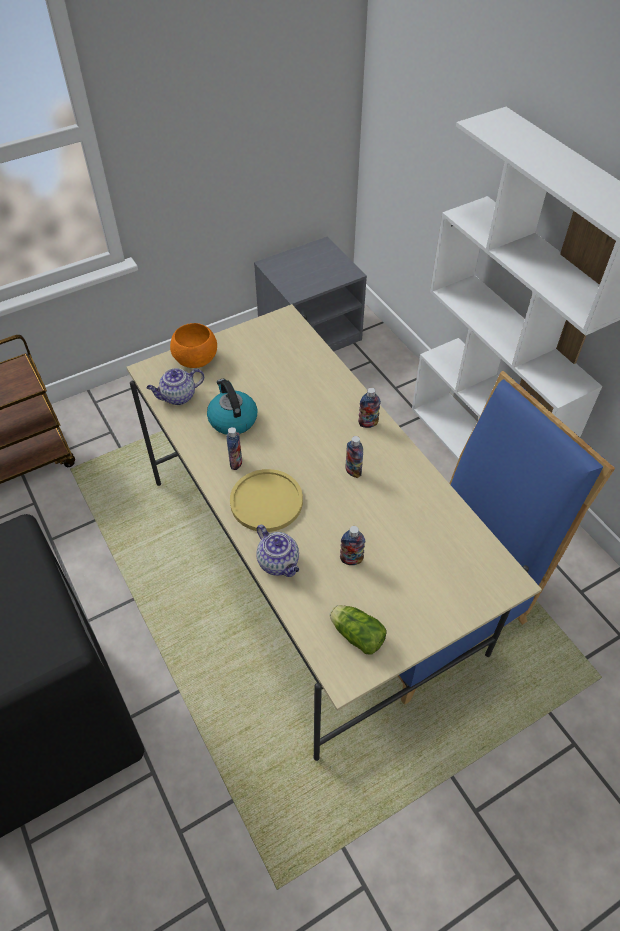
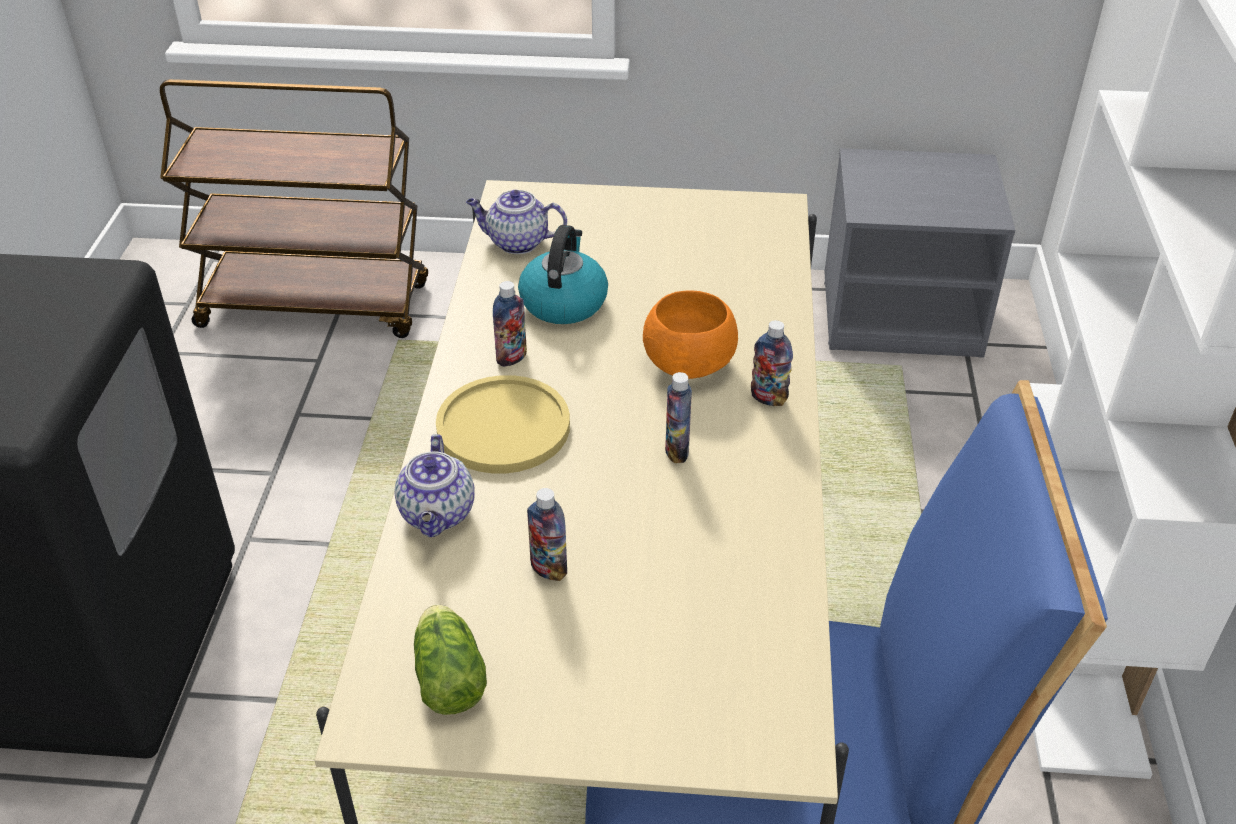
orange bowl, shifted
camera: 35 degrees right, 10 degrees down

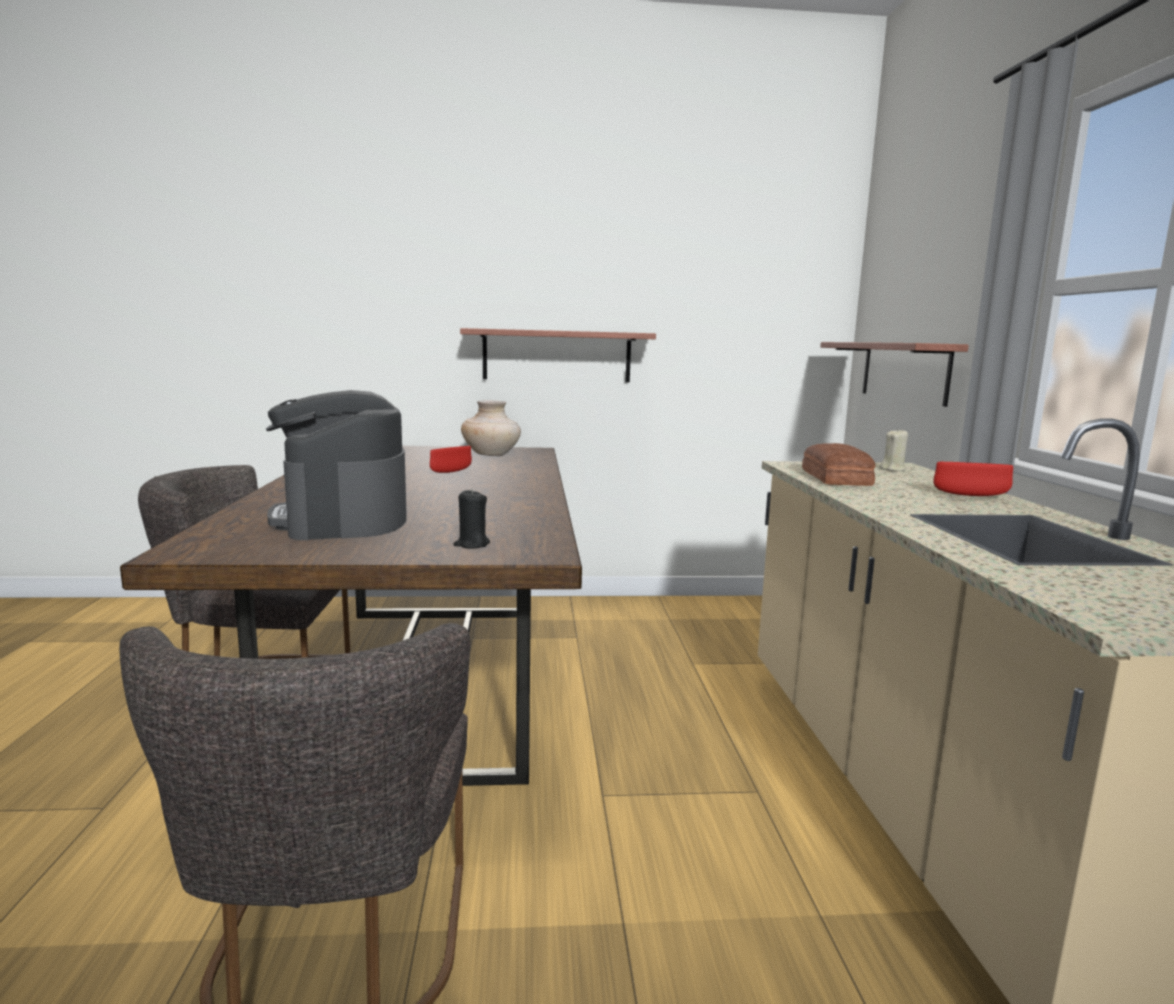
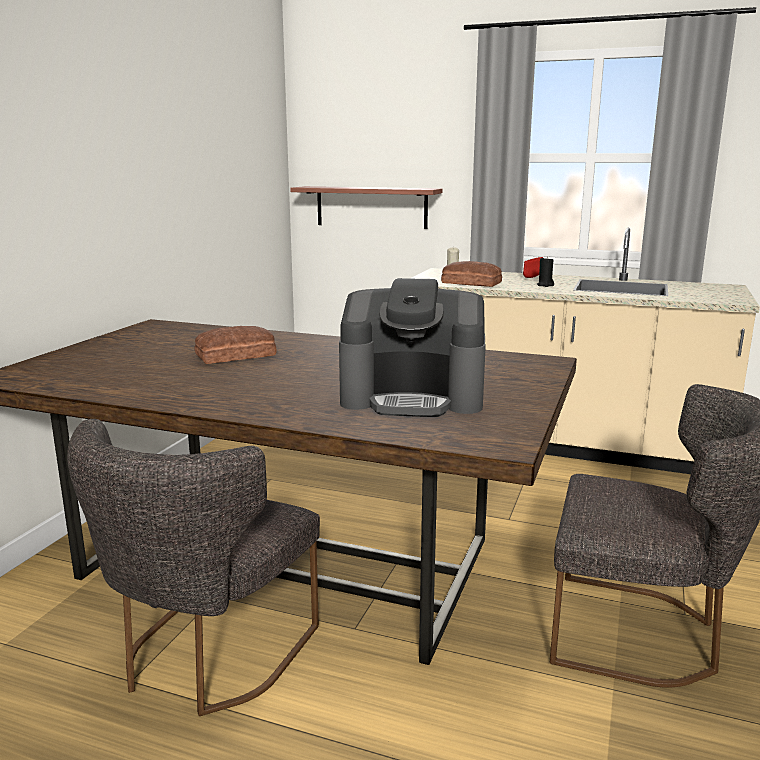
shelf (no. 1 from left) → -
beige vase → -
black candle, shifted
red bowl (no. 1 from left) → bread (no. 1 from left)
camera: 65 degrees left, 5 degrees up

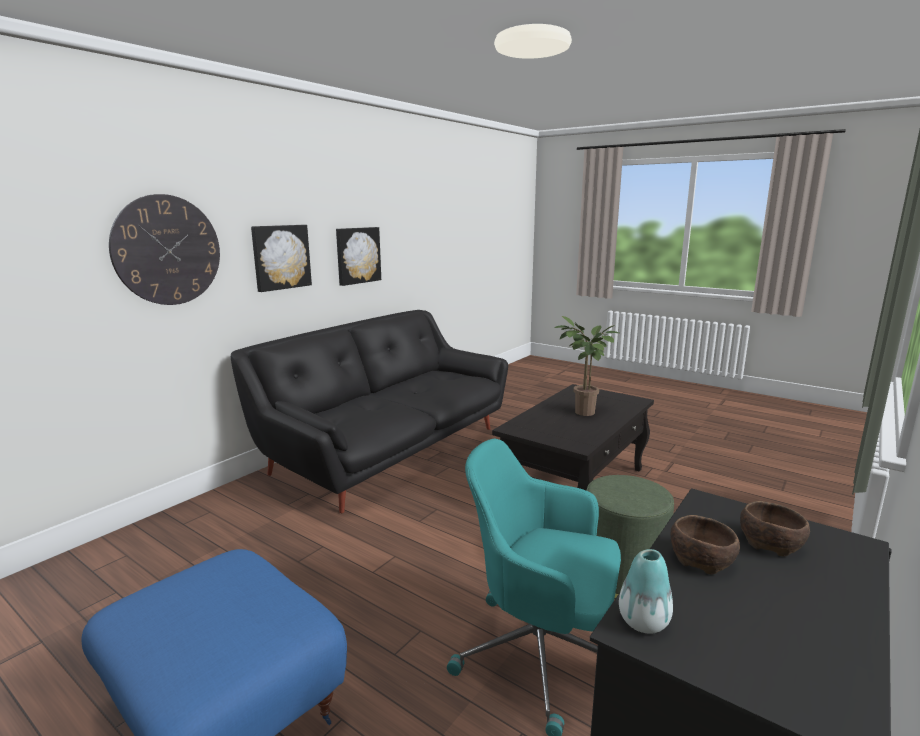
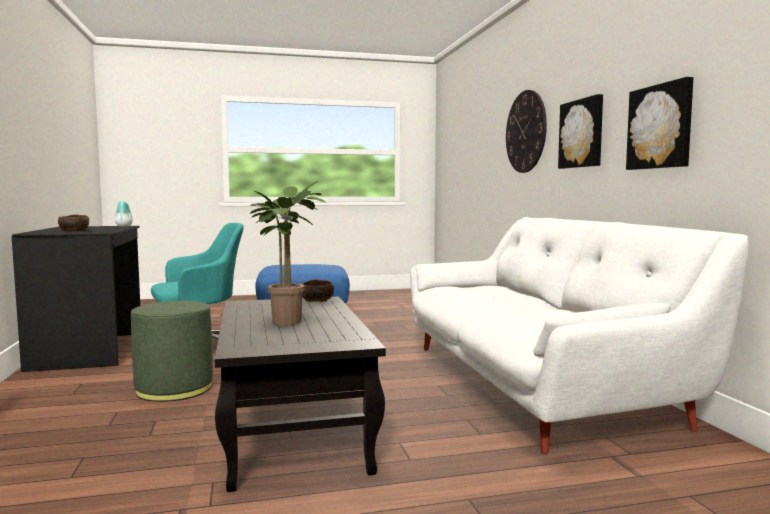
brown bowl (no. 1 from left in the first image) → brown bowl (no. 2 from left), shifted
black sofa → white sofa
camera: 130 degrees right, 10 degrees down

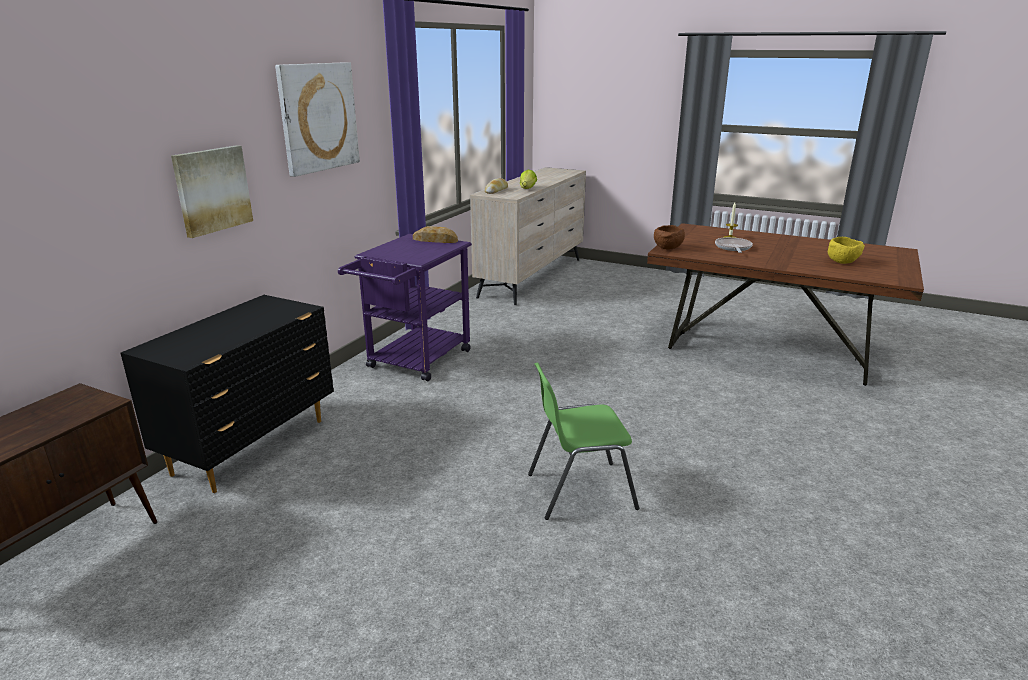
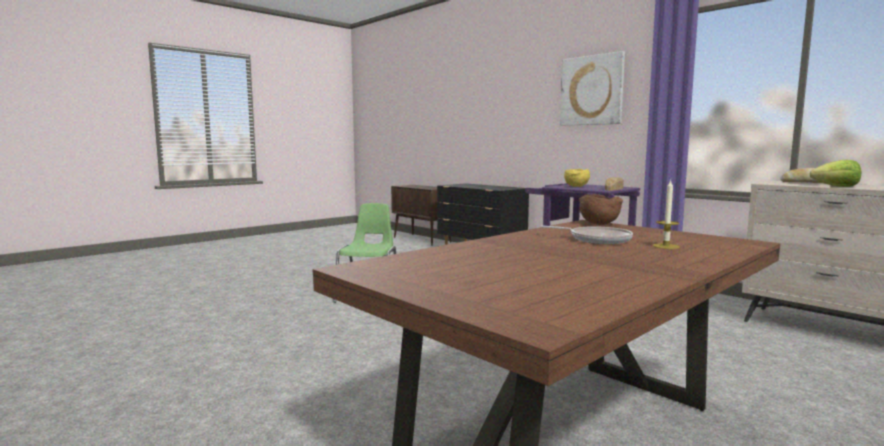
picture (no. 1 from left) → -
yellow bowl, shifted
camera: 110 degrees right, 15 degrees down

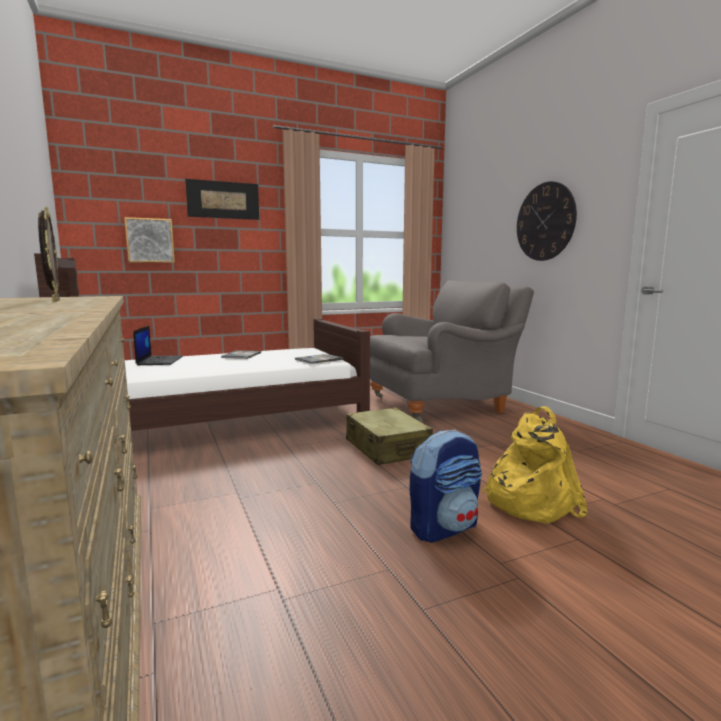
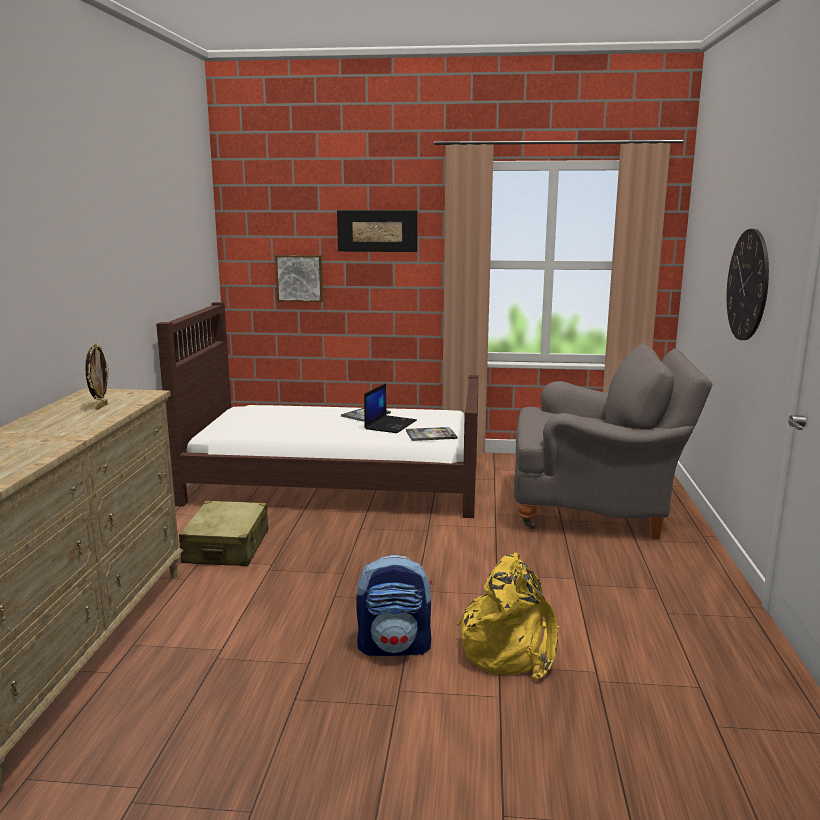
laptop, shifted
beige suitcase, shifted
camera: 30 degrees right, 5 degrees up

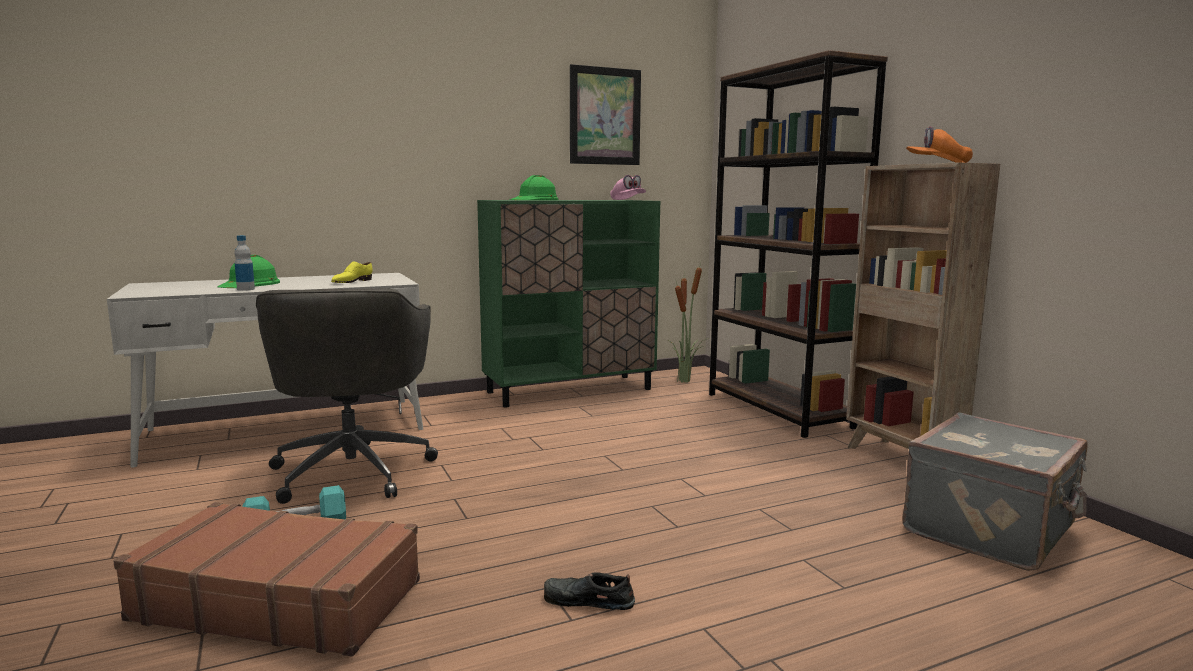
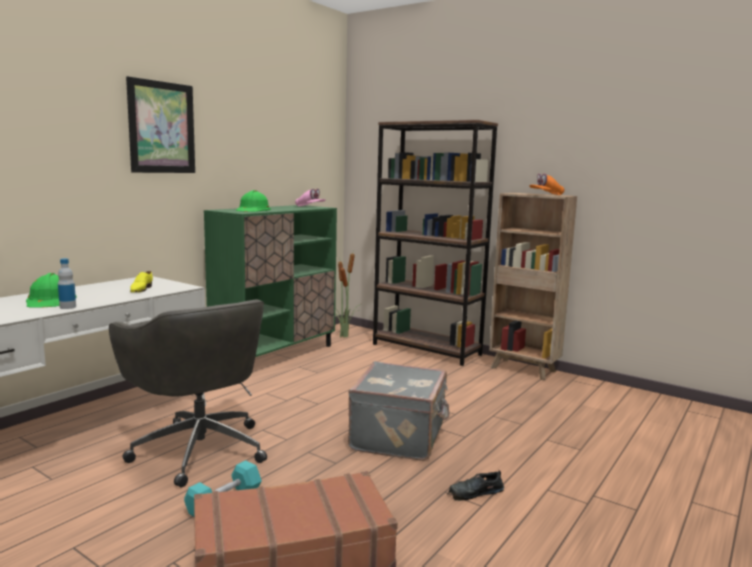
picture, shifted
grey suitcase, shifted
camera: 30 degrees left, 0 degrees up

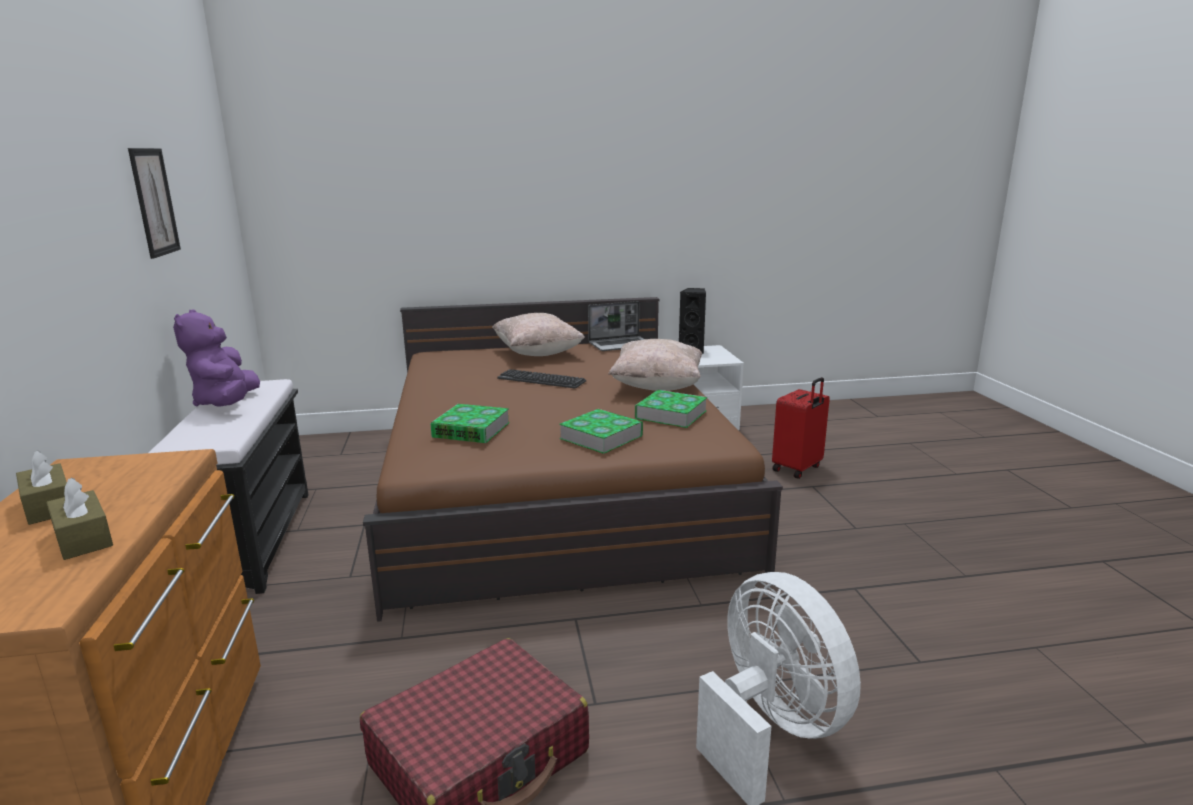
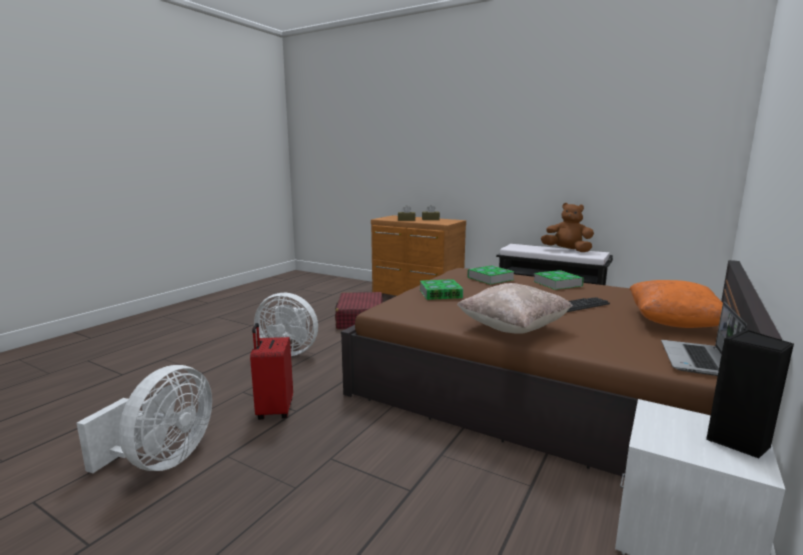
picture → -
- → white fan (no. 1 from left)
book (no. 3 from left), shifted
red suitcase (no. 2 from left in the first image) → red suitcase (no. 1 from left), shifted
purple plush toy → brown plush toy
beige pillow (no. 1 from left) → orange pillow
camera: 130 degrees right, 5 degrees down

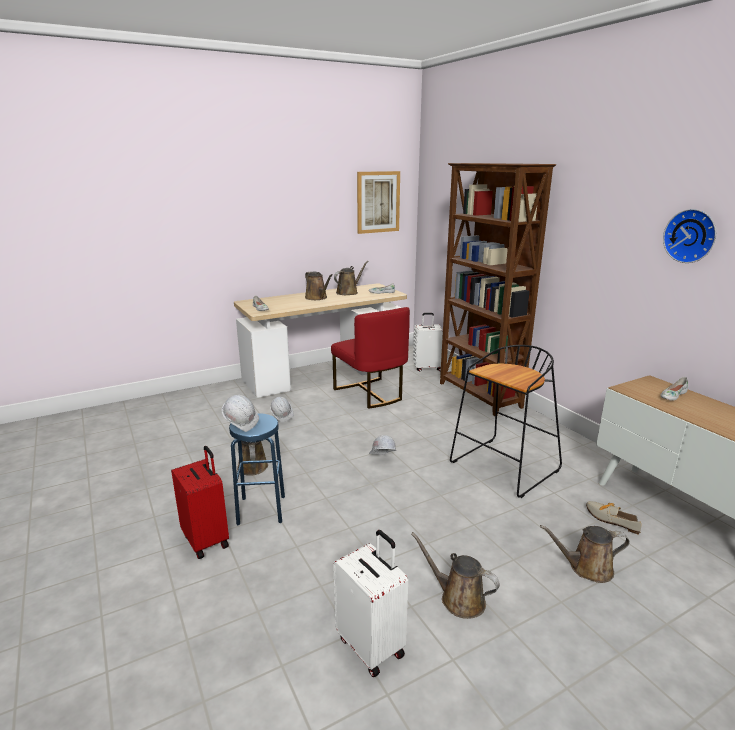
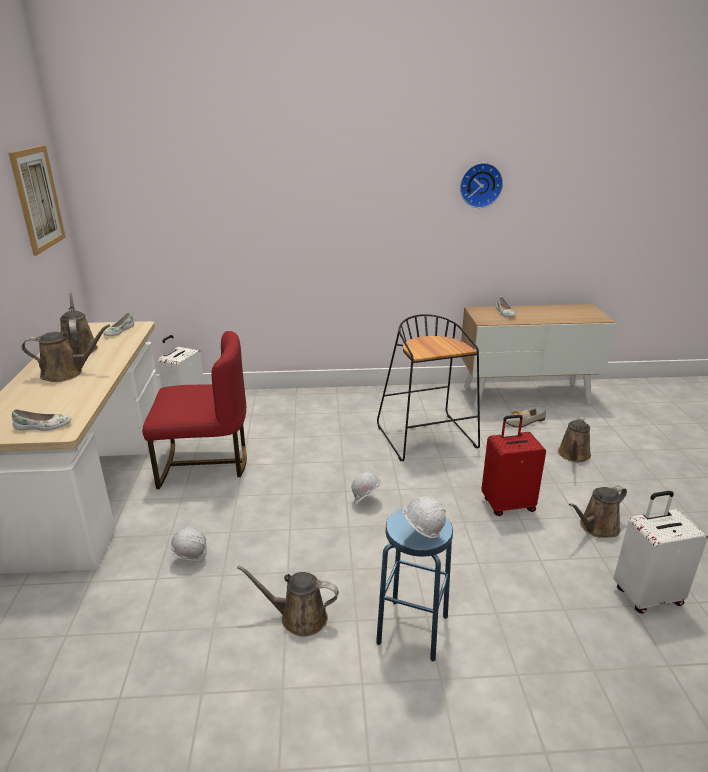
brown bookcase → -
red suitcase, shifted
camera: 65 degrees left, 5 degrees up

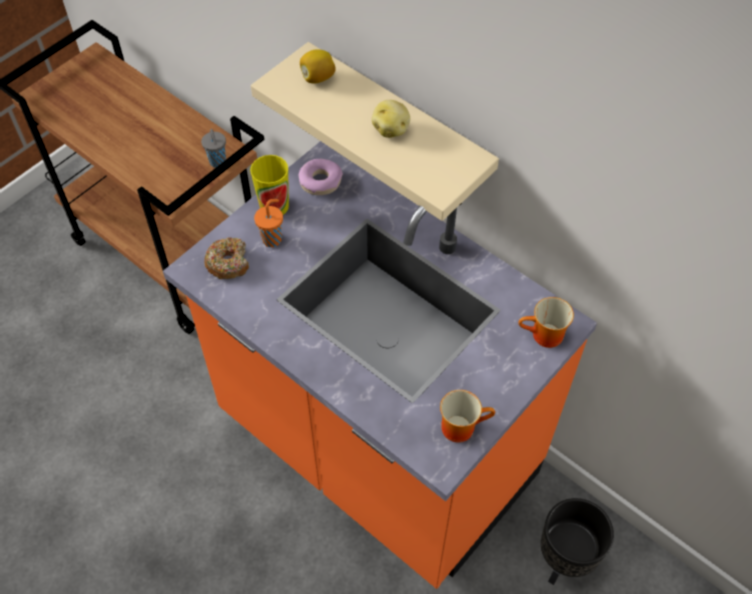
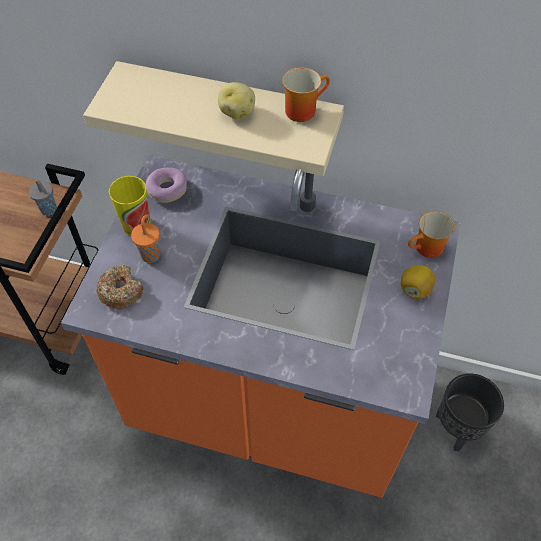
lemon, shifted
mug (no. 1 from left), shifted
camera: 25 degrees left, 0 degrees up

